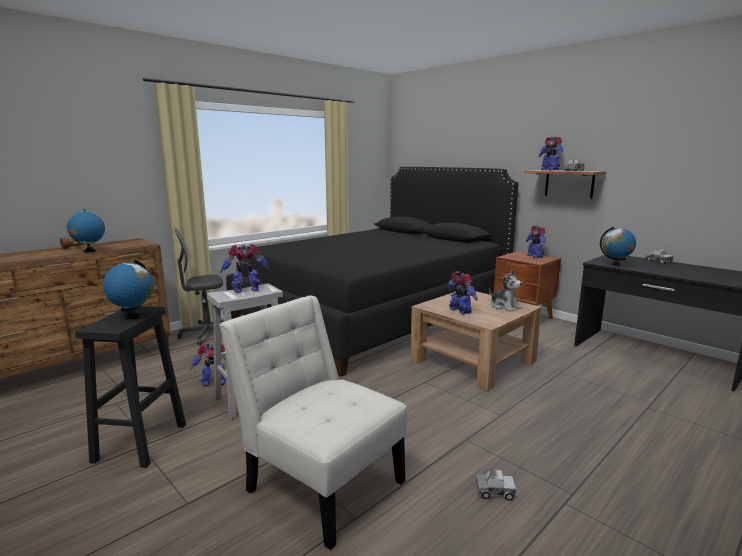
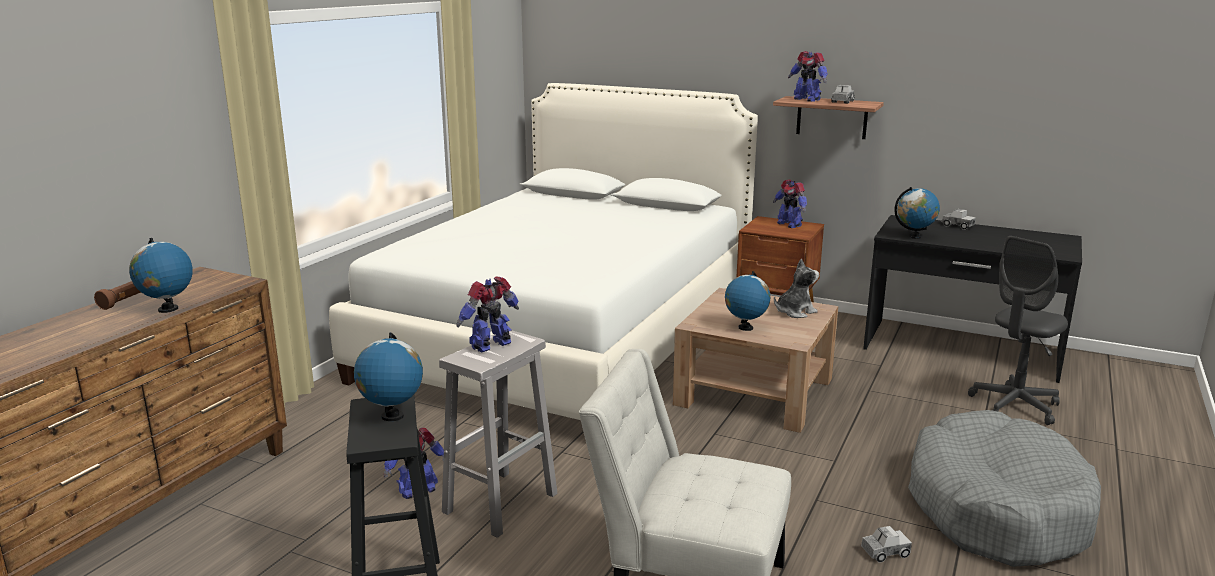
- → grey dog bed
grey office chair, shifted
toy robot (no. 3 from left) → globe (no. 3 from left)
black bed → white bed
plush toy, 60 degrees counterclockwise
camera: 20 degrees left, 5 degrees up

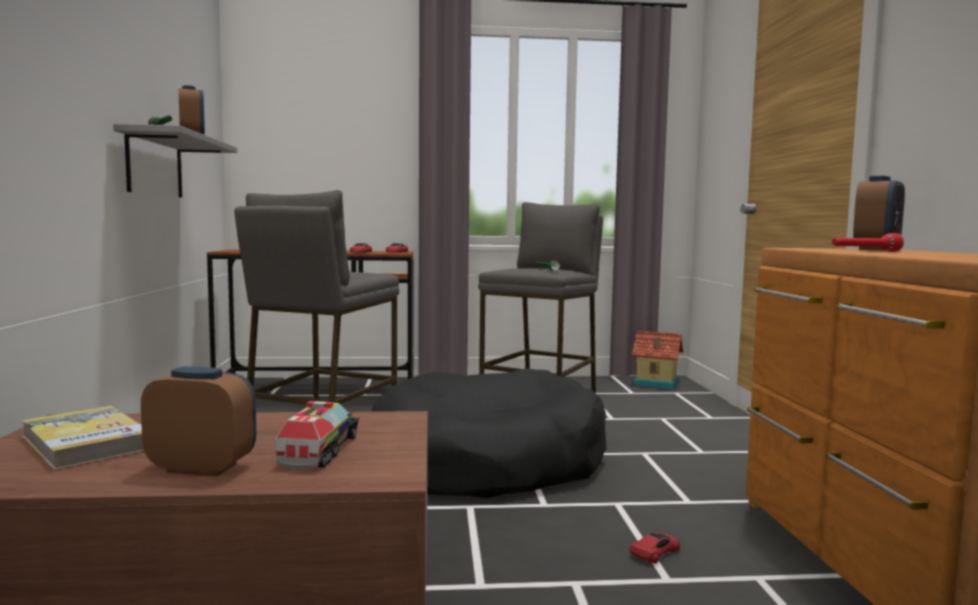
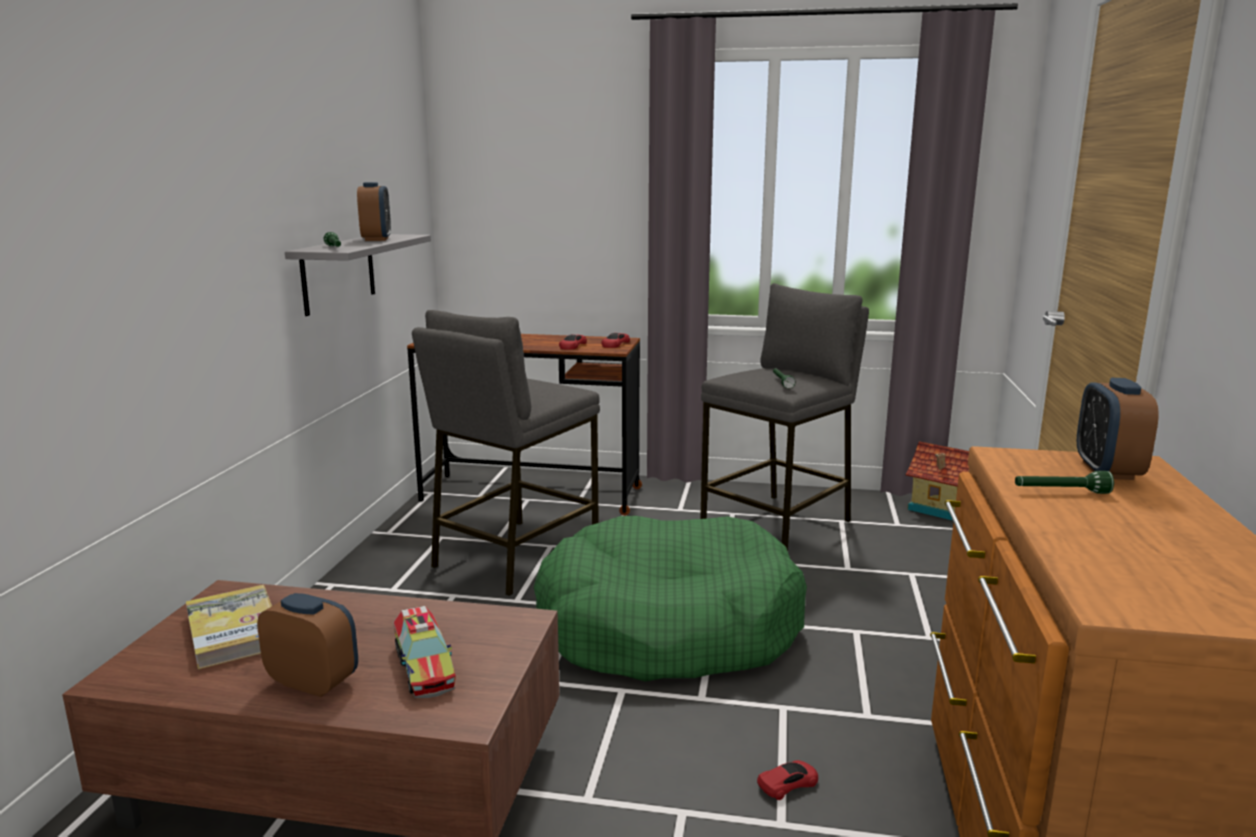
black dog bed → green dog bed
red flashlight → green flashlight (no. 3 from left)
toy truck, 135 degrees clockwise
alarm clock (no. 3 from left), 135 degrees clockwise
camera: 15 degrees right, 10 degrees up

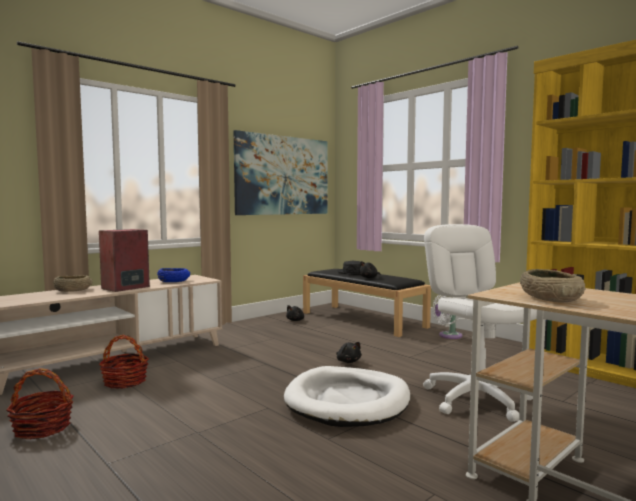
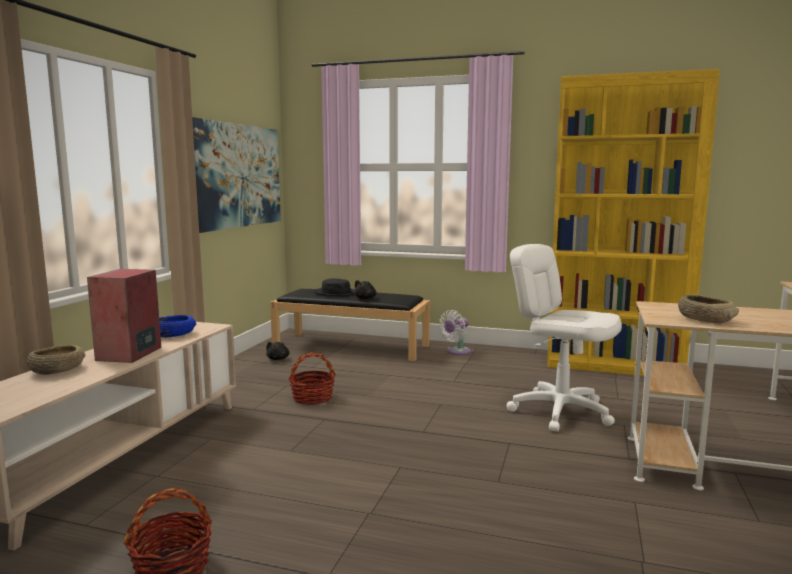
white dog bed → -
black plush toy (no. 2 from left) → -
basket (no. 2 from left), shifted
camera: 30 degrees left, 5 degrees up

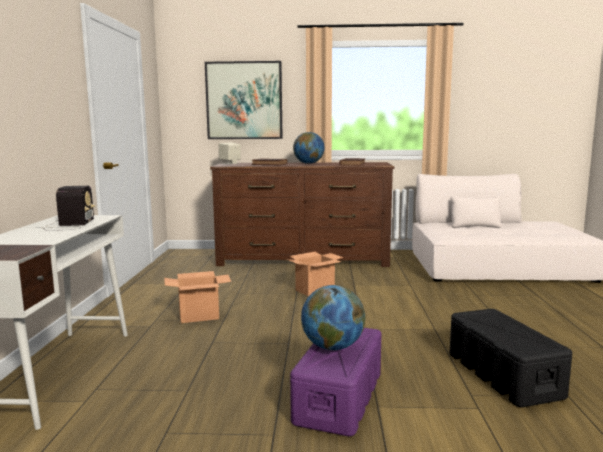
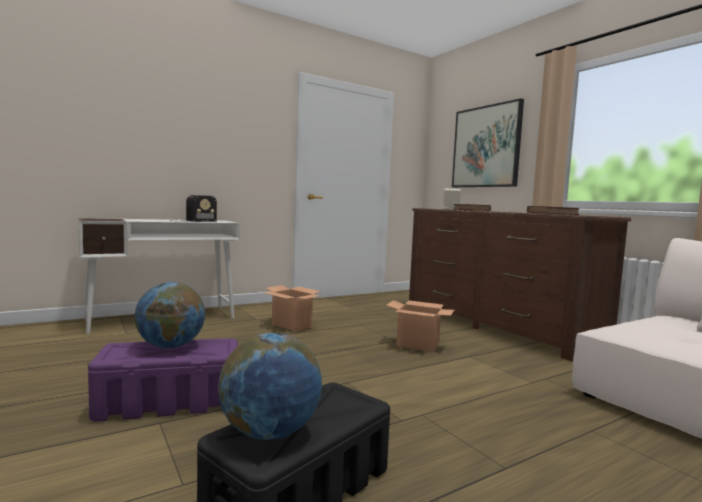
globe (no. 1 from left in the first image) → globe (no. 2 from left), shifted
camera: 55 degrees right, 5 degrees down

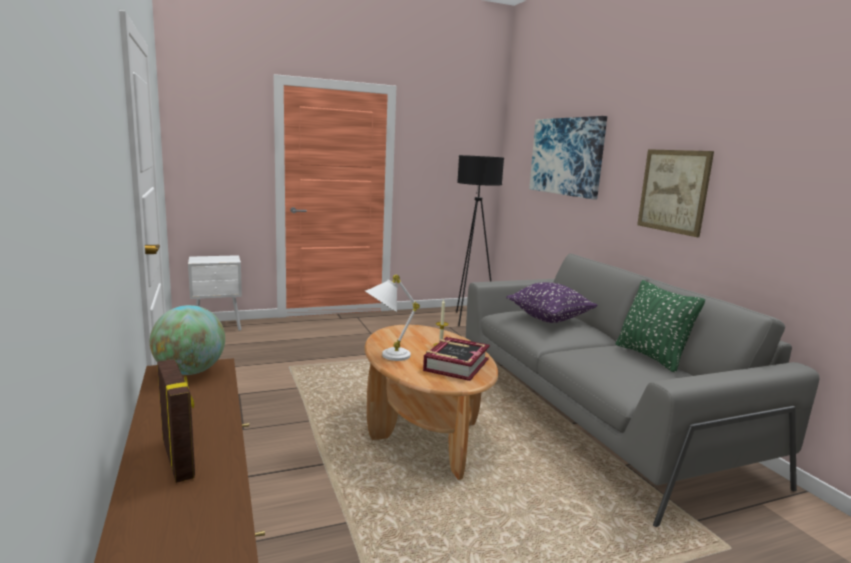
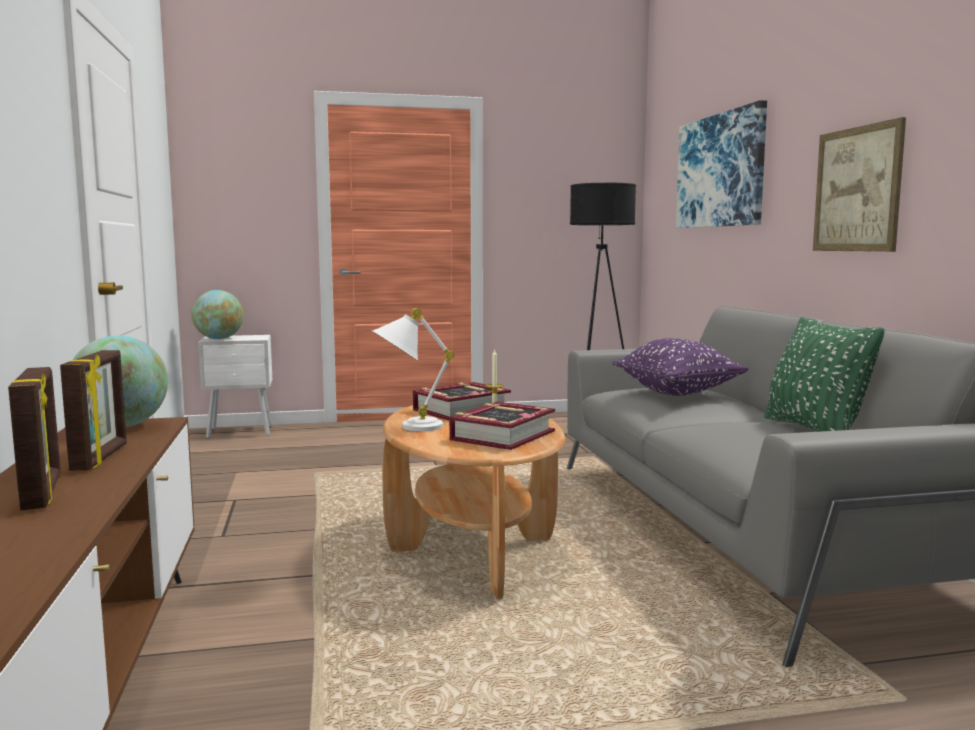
- → picture frame (no. 2 from left)
- → globe (no. 2 from left)
- → book (no. 1 from left)
camera: 10 degrees right, 5 degrees down

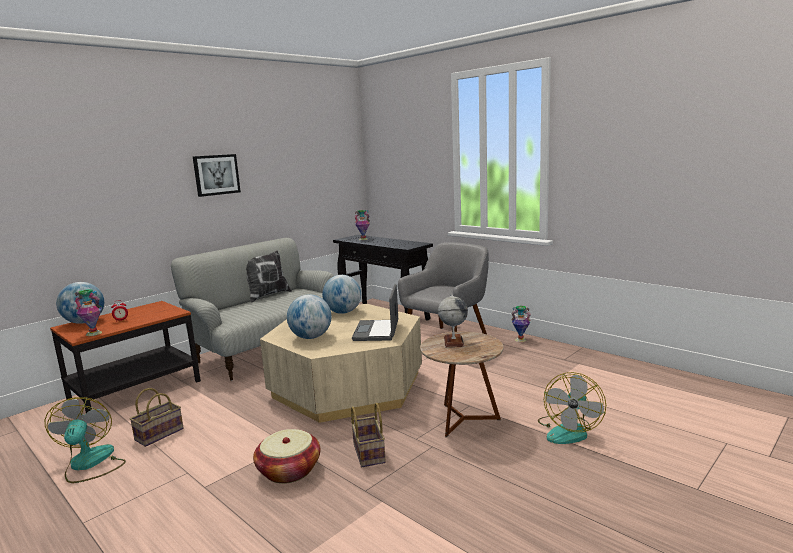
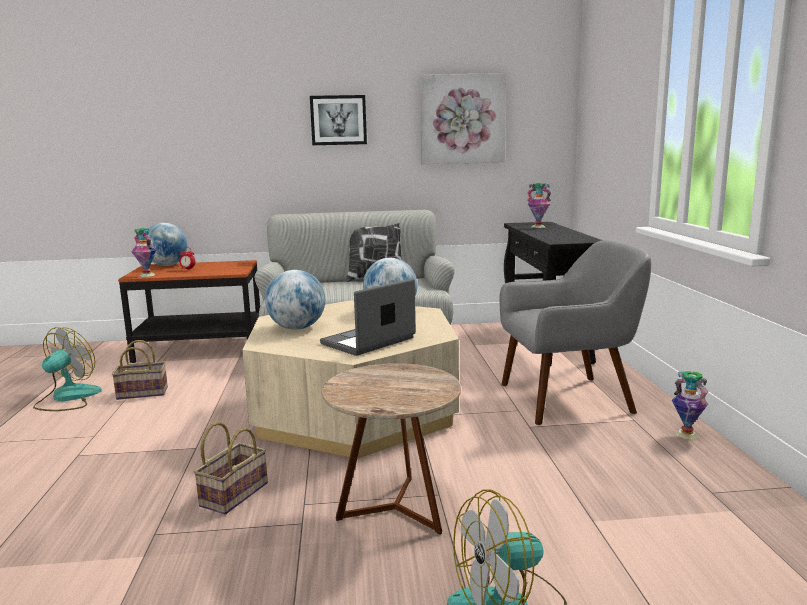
basket (no. 2 from left) → -
globe (no. 4 from left) → -
- → picture (no. 2 from left)
camera: 40 degrees right, 0 degrees up

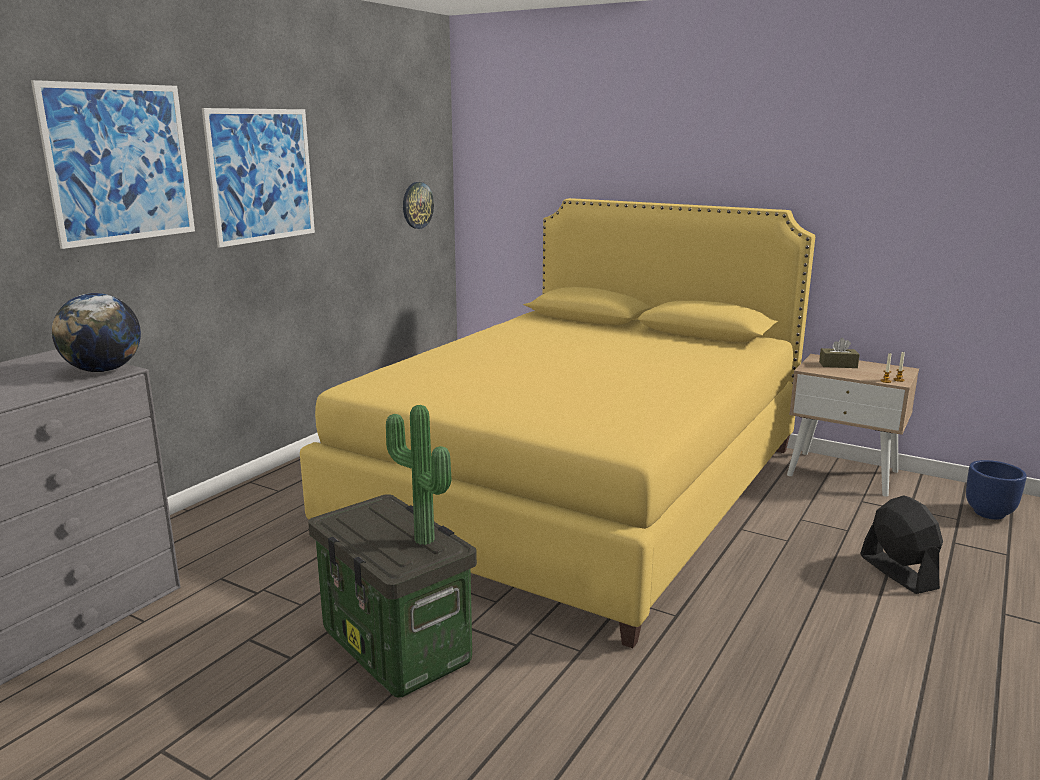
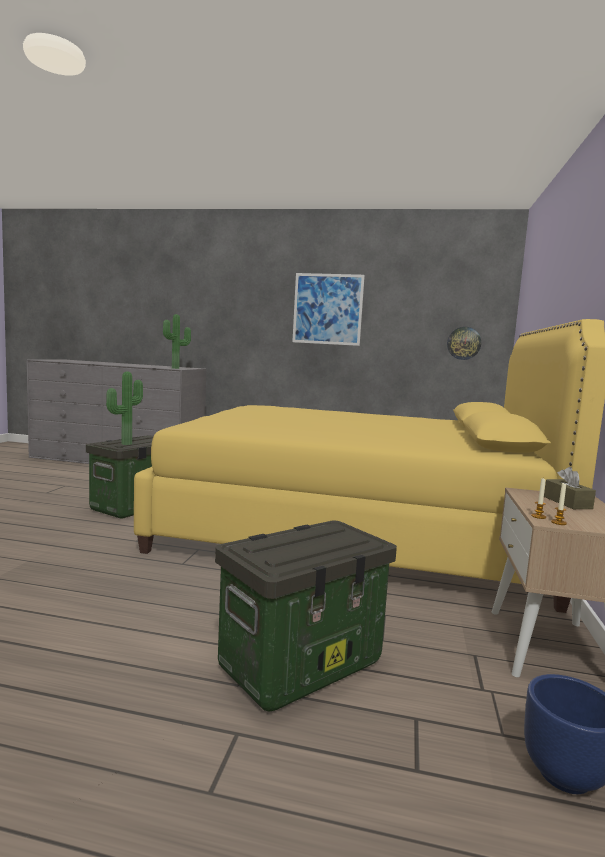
picture (no. 1 from left) → -
globe → potted plant (no. 2 from left)
black fan → storage box (no. 2 from left)
camera: 70 degrees right, 10 degrees down

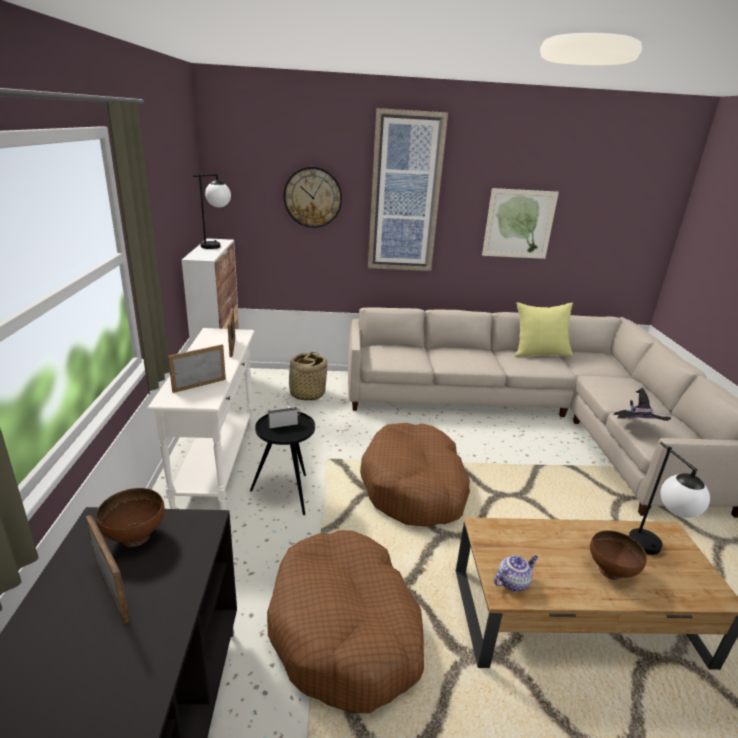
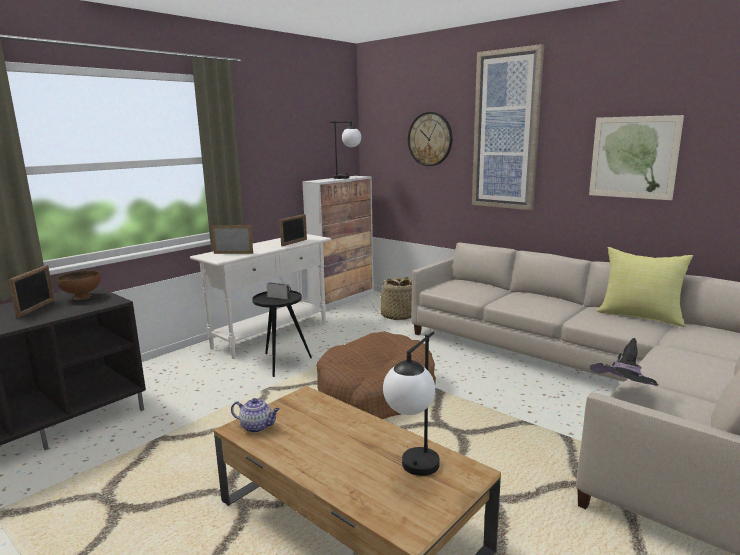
brown dog bed (no. 1 from left) → -
brown bowl (no. 2 from left) → -
camera: 45 degrees right, 10 degrees down

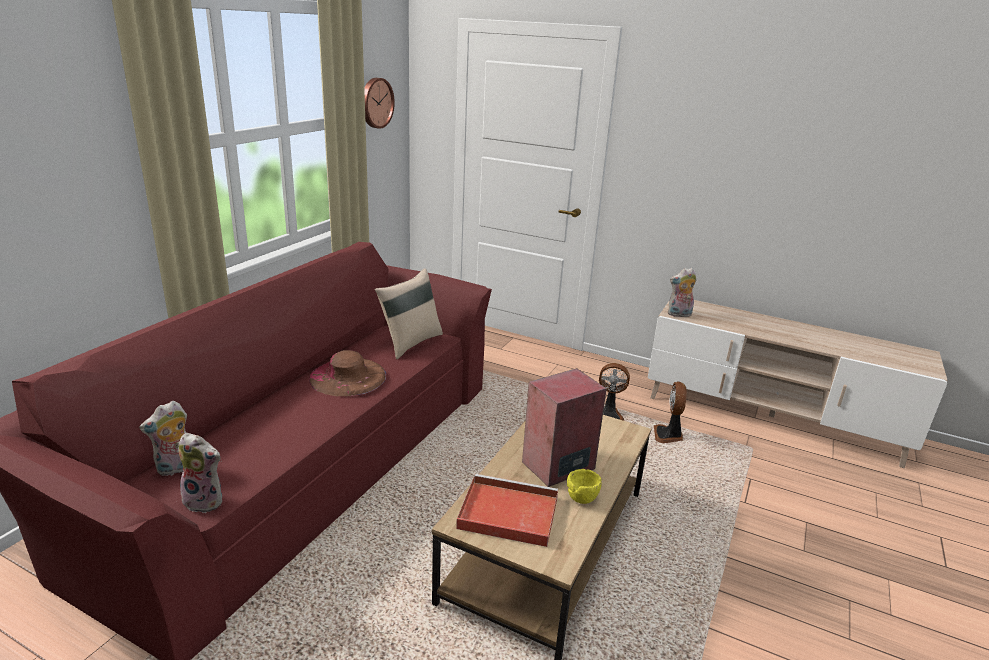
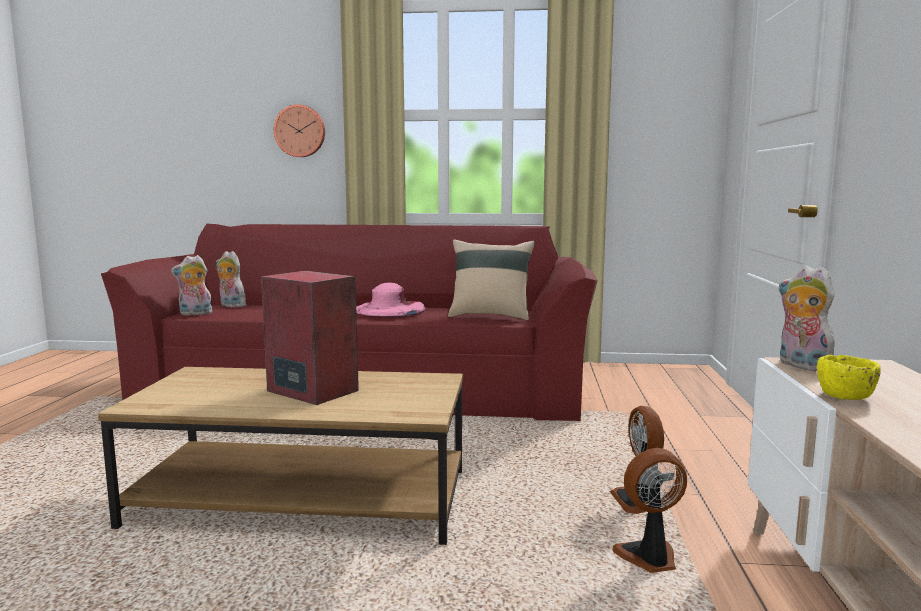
red tray → -
wall clock, shifted
yellow bowl, shifted
brown hat → pink hat
plush toy (no. 2 from left in the first image) → plush toy (no. 1 from left), 75 degrees clockwise
camera: 70 degrees right, 15 degrees down

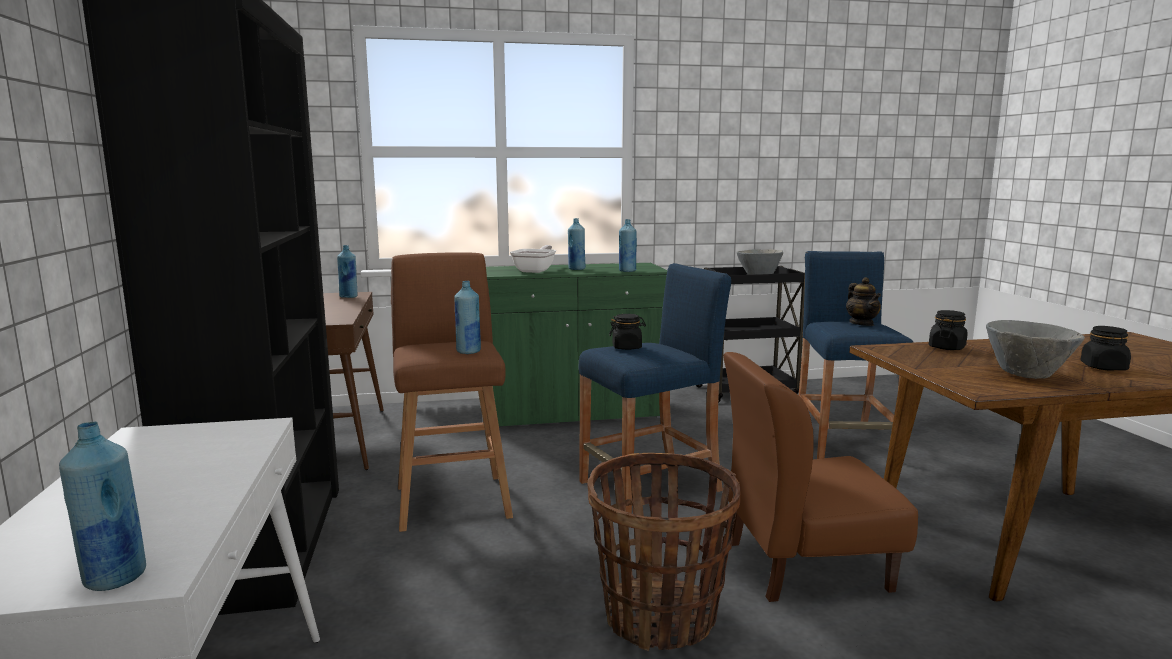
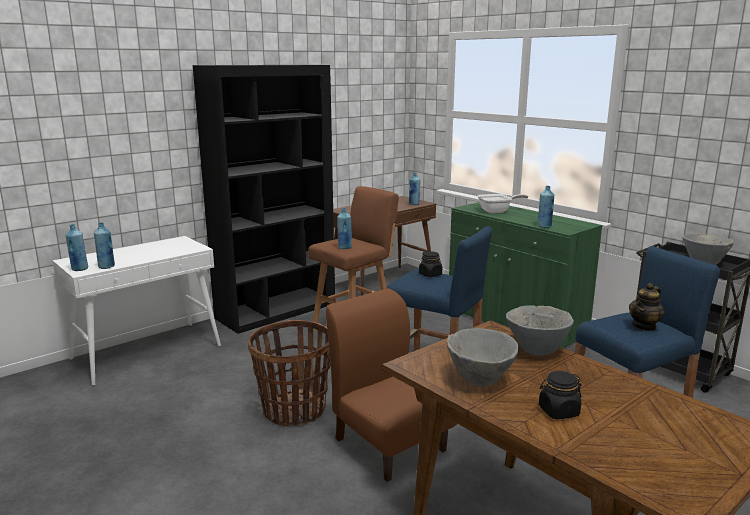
blue bottle (no. 4 from left in the first image) → blue bottle (no. 2 from left), shifted
black jar (no. 2 from left) → grey bowl (no. 2 from left)
camera: 60 degrees right, 5 degrees up

